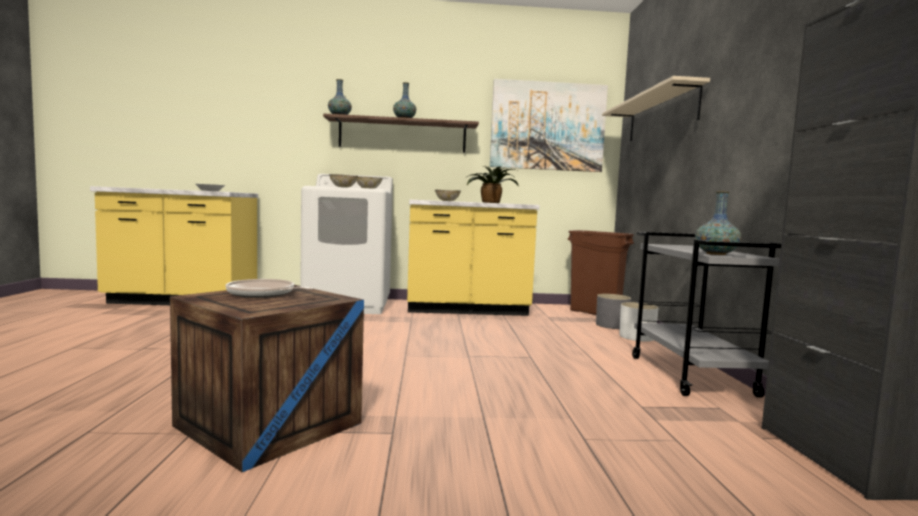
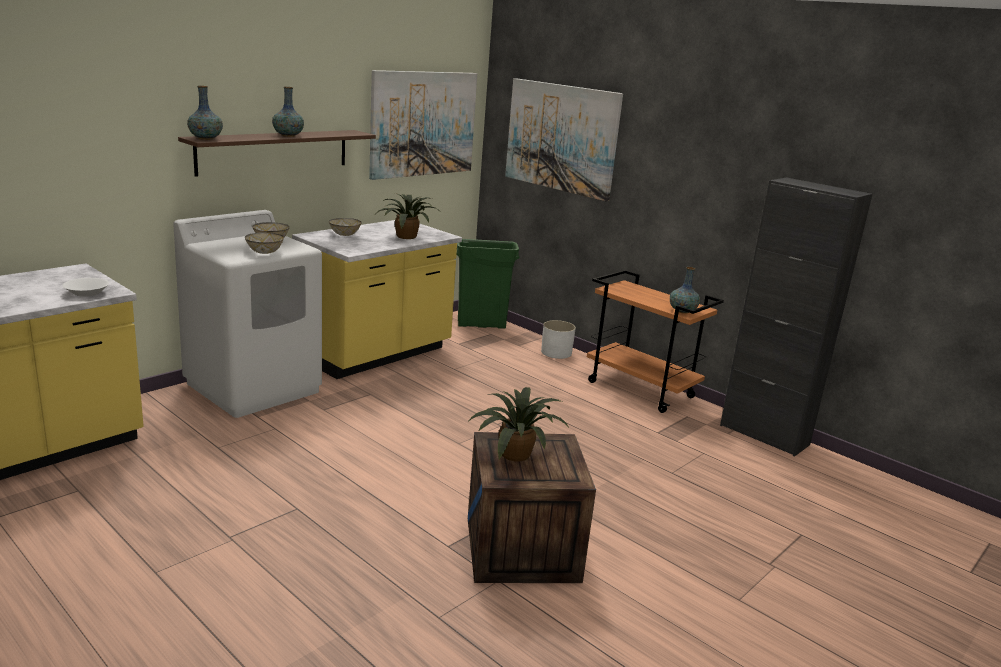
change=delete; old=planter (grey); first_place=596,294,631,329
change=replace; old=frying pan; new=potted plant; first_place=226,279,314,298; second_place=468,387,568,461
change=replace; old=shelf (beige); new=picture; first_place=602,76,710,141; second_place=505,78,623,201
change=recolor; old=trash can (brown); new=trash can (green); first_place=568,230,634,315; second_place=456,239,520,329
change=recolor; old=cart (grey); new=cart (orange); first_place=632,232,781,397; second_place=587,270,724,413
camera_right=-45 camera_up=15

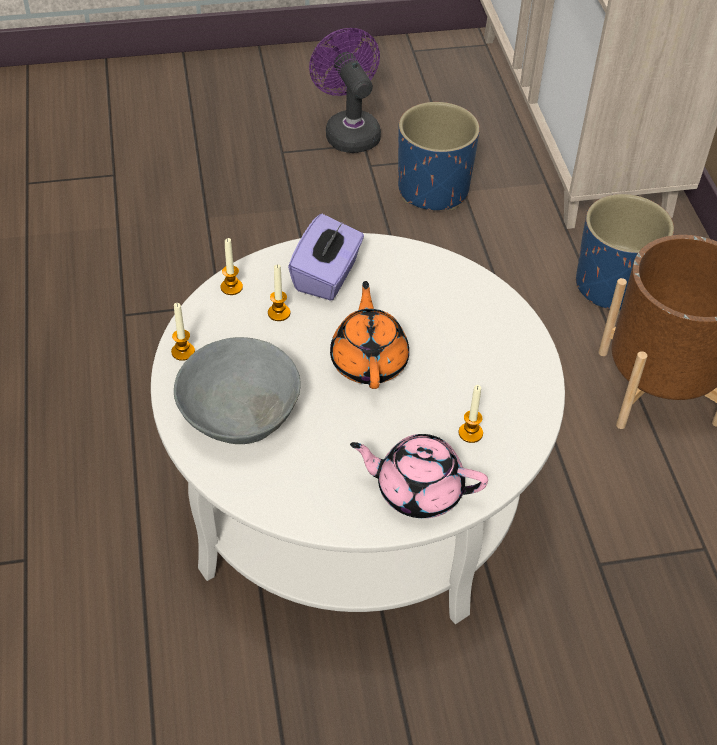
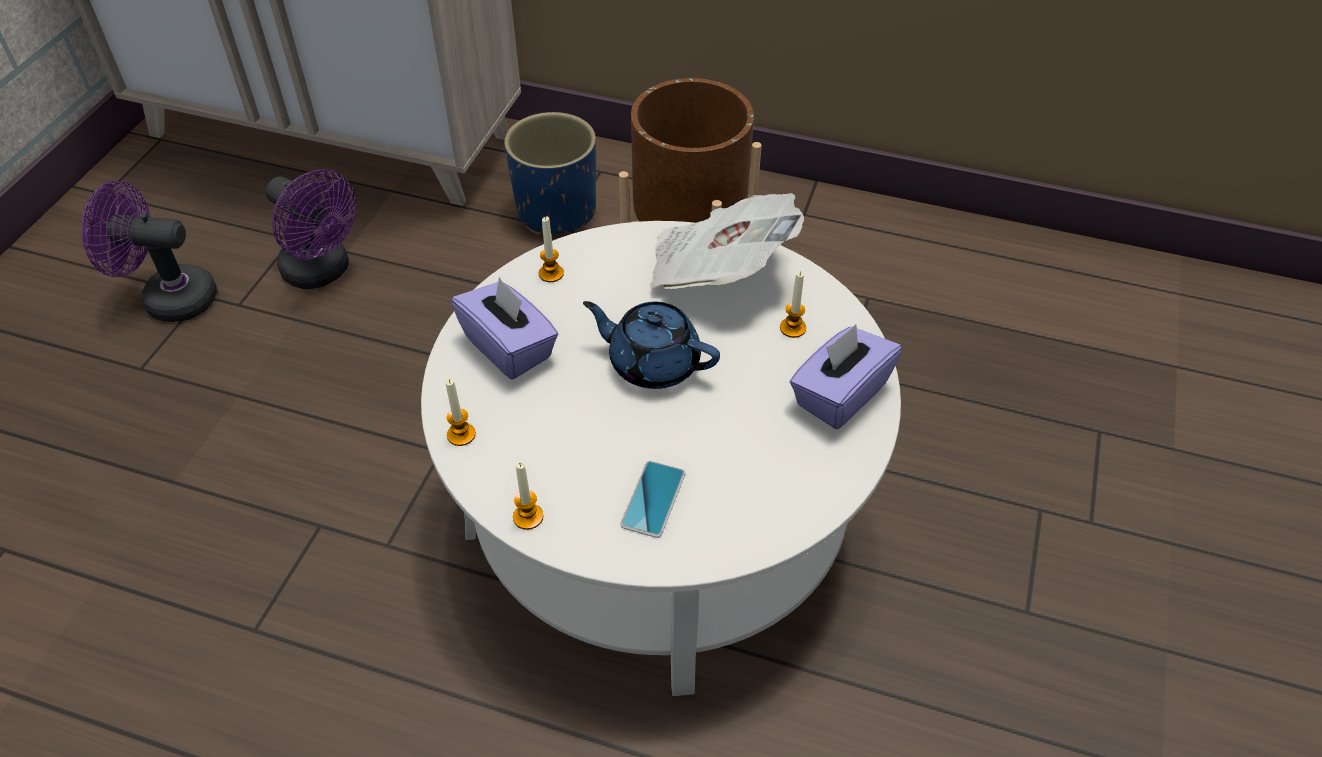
change=insert; new=newspaper; second_place=650,193,804,289
change=move; old=candle; first_place=268,265,290,321; second_place=539,217,564,282
change=replace; old=bowl (grey); new=phone; first_place=174,337,301,444; second_place=620,461,685,538
change=replace; old=teapot (pink); new=tissue box (purple); first_place=350,434,488,518; second_place=790,324,902,429
change=replace; old=planter (blue); new=fan (purple); first_place=398,102,480,210; second_place=266,170,357,289
change=recolor; old=teapot (orange); new=teapot (blue); first_place=330,281,409,389; second_place=583,301,720,389
camera_right=-60 camera_up=0

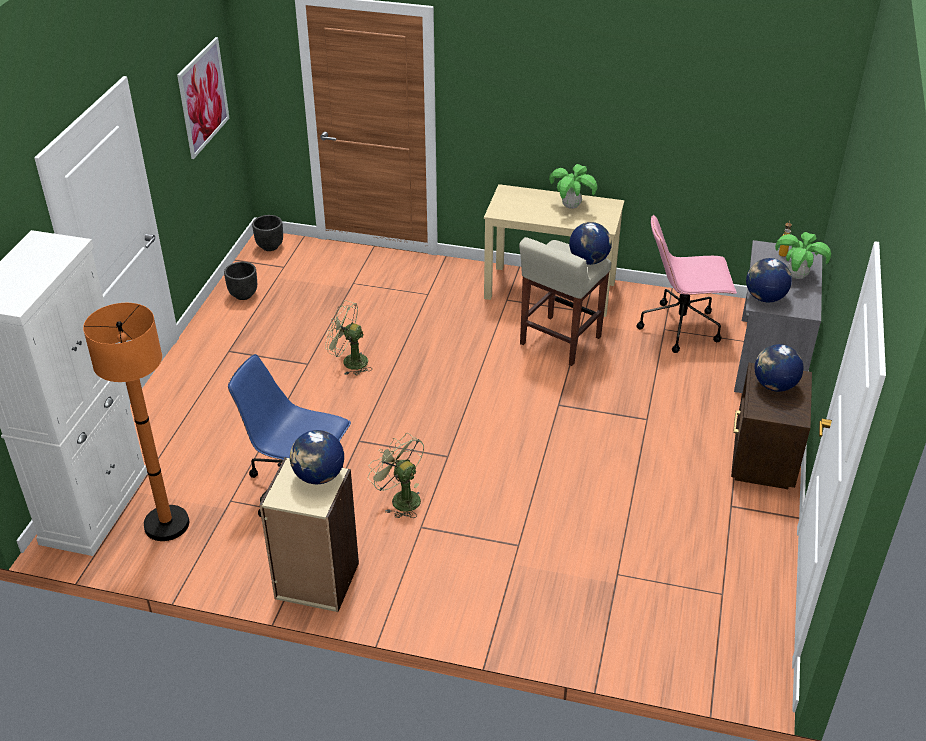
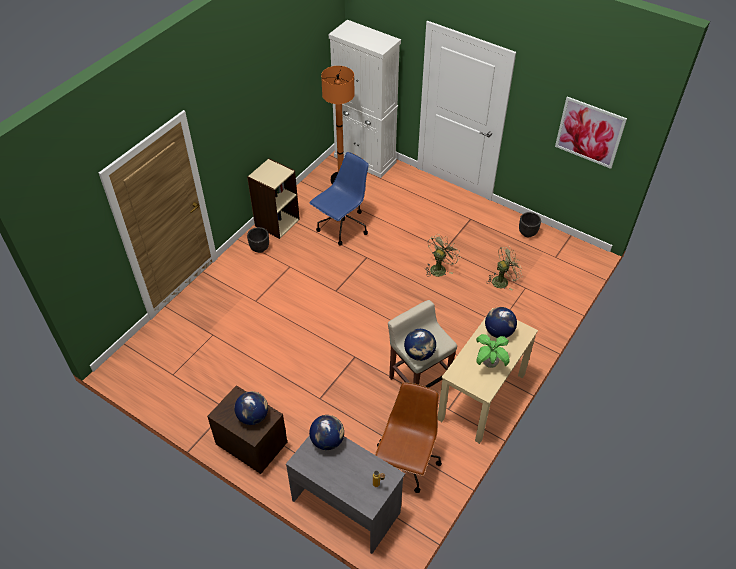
change=delete; old=potted plant; first_place=775,232,831,279
change=move; old=planter (black); first_place=252,215,283,251; second_place=247,227,269,253
change=move; old=globe; first_place=290,430,344,484; second_place=485,307,517,338
change=move; old=fan (green); first_place=368,433,424,518; second_place=486,247,522,291
change=recolor; old=office chair (pink); new=office chair (brown); first_place=637,215,737,353; second_place=375,382,442,493
camera_right=110 camera_up=10

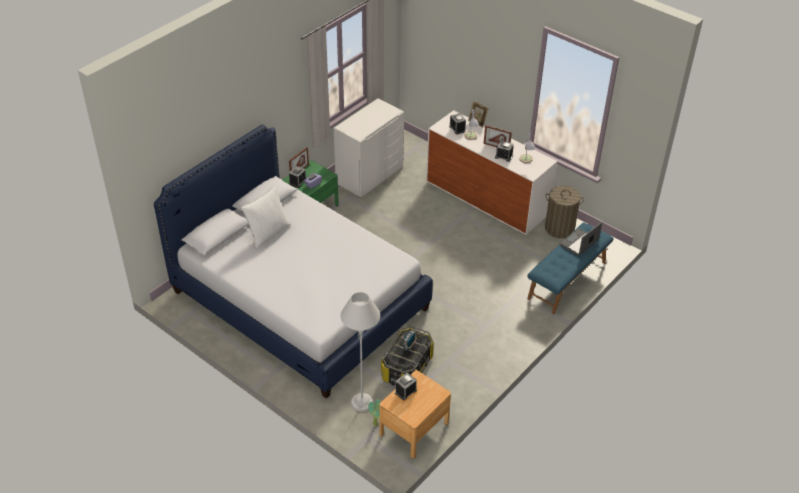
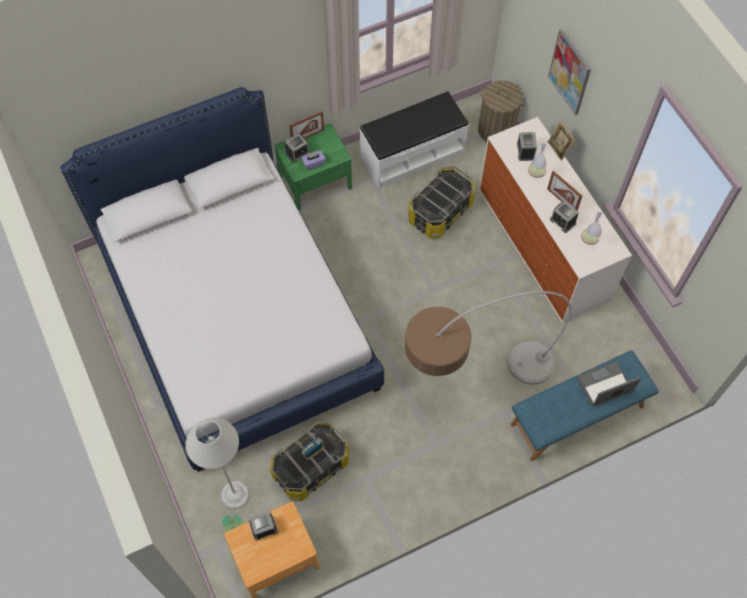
change=delete; old=pillow (white); first_place=241,185,291,249
change=insert; new=floor lamp; second_place=405,291,571,385
change=insert; new=storage box; second_place=408,166,475,239
change=insert; new=picture; second_place=548,29,591,115
change=move; old=laundry basket; first_place=545,186,584,238; second_place=478,80,524,142
change=replace; old=dresser (white); new=bench (white); first_place=334,99,404,198; second_place=360,91,469,189
camera_right=25 camera_up=20

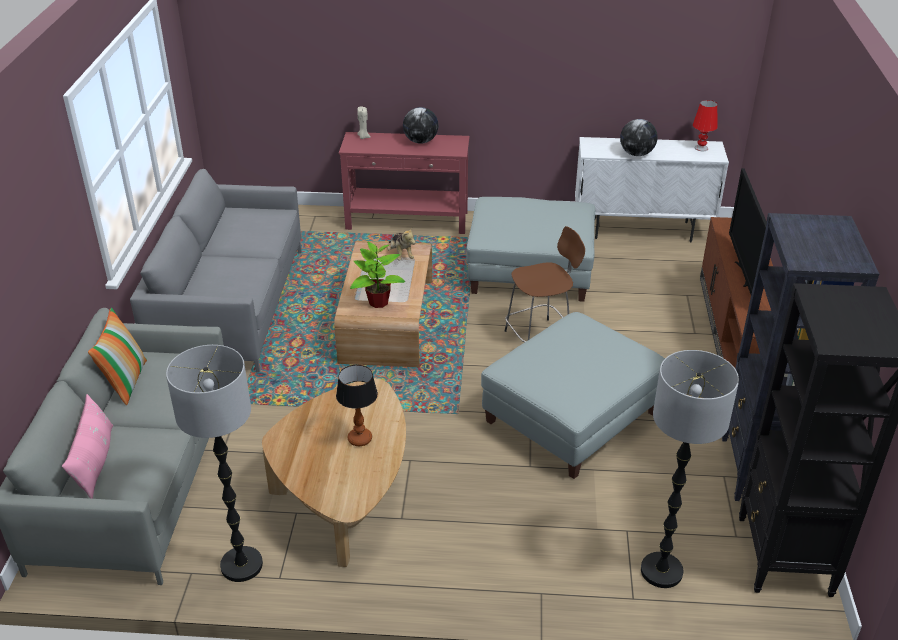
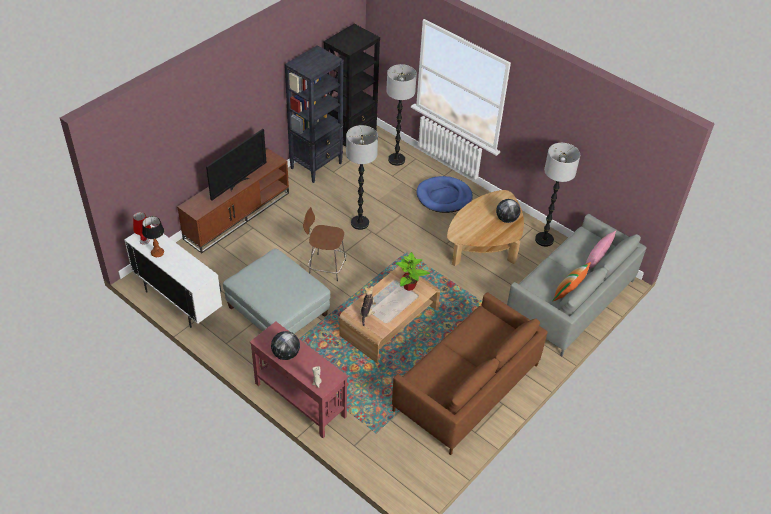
change=insert; new=dog bed (blue); second_place=416,176,473,213
change=move; old=table lamp; first_place=336,365,378,446; second_place=142,216,164,257
change=move; old=globe; first_place=620,119,657,156; second_place=496,199,520,223
change=replace; old=ottoman (grey); new=floor lamp; first_place=481,312,665,479; second_place=346,125,378,230
change=recolor; old=sofa (grey); new=sofa (brown); first_place=130,169,301,373; second_place=392,293,548,455
camera_right=-145 camera_up=10

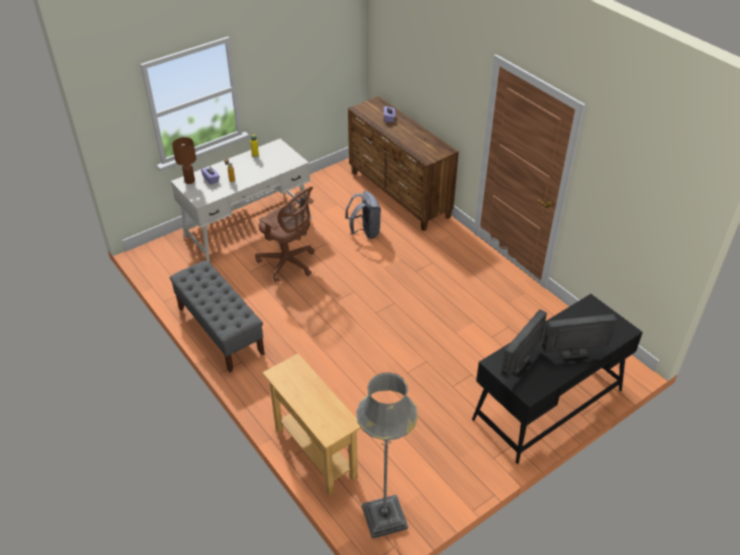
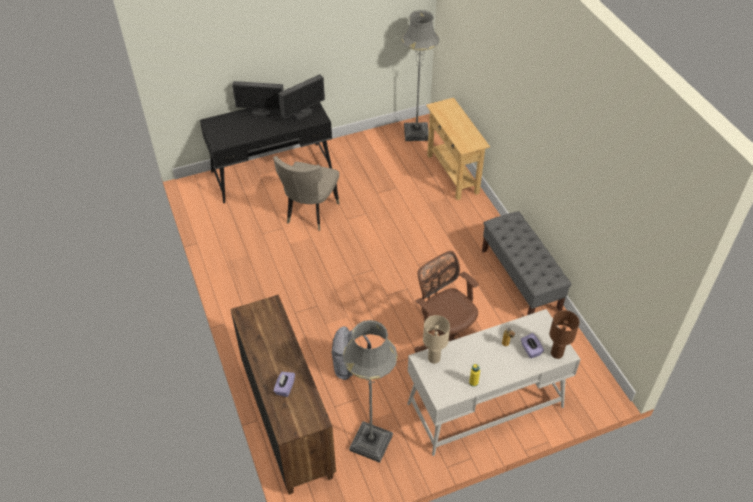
change=insert; new=chair (beige); second_place=273,156,340,231
change=insert; new=floor lamp (grey); second_place=343,320,398,463
change=insert; new=table lamp (beige); second_place=423,315,450,364
camera_right=-165 camera_up=5

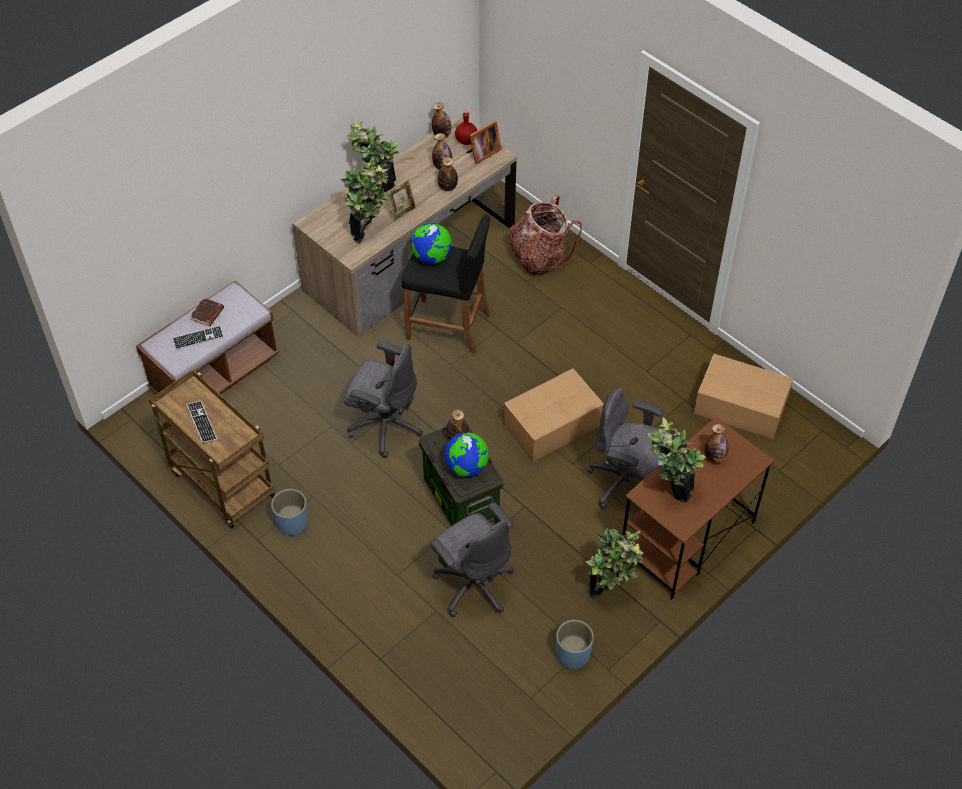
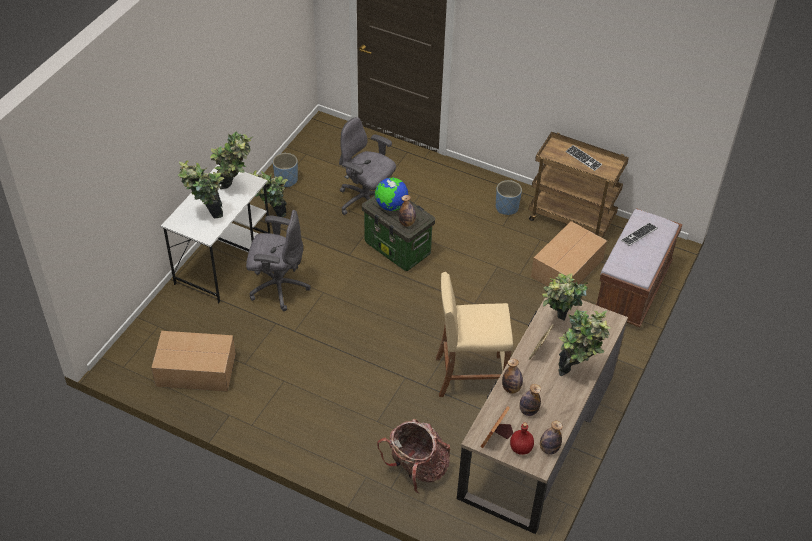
change=delete; old=book (brown); first_place=190,298,224,326
change=delete; old=office chair (grey); first_place=344,341,423,458
change=delete; old=globe; first_place=411,223,452,264
change=move; old=cardboard box; first_place=504,368,604,461; second_place=531,221,607,286
change=replace; old=bottle; new=potted plant; first_place=705,424,729,463; second_place=178,160,224,218
change=recolor; old=stool (black); new=stool (beige); first_place=402,214,490,354; second_place=436,272,513,397
change=recolor; old=desk (brown); new=desk (white); first_place=622,417,775,600; second_place=161,165,270,303
camera_right=160 camera_up=-5

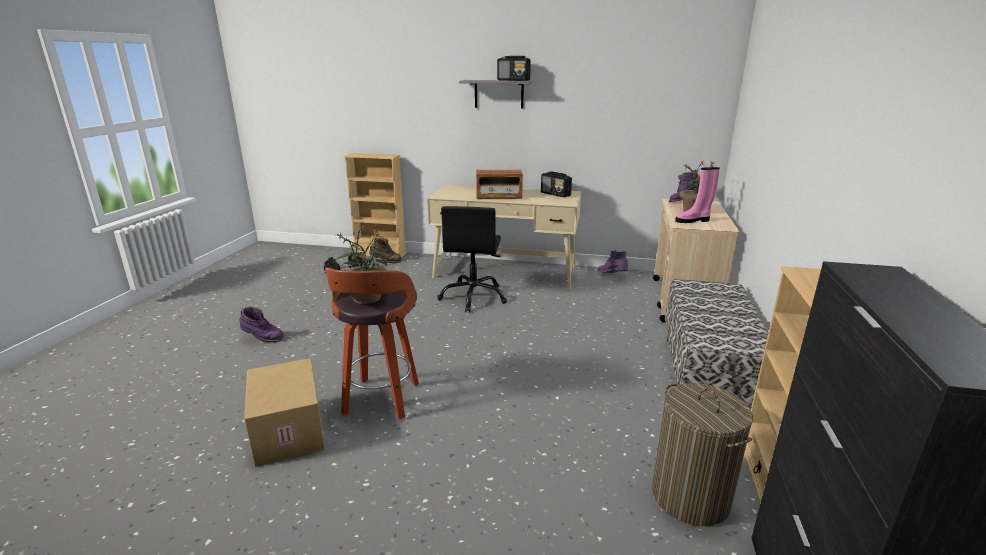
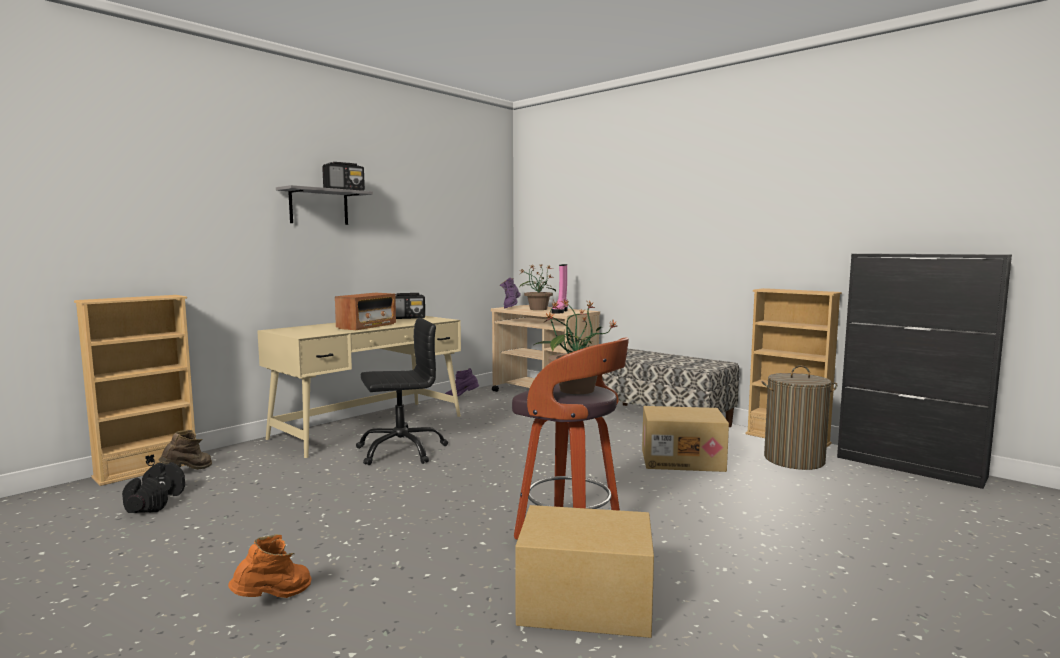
change=insert; new=cardboard box; second_place=642,406,729,472
change=recolor; old=boot (purple); new=boot (orange); first_place=240,306,284,342; second_place=228,534,311,598
change=rotate; old=office chair (black); first_place=437,206,508,312; second_place=356,318,448,465; degrees=-60
camera_right=-60 camera_up=-15

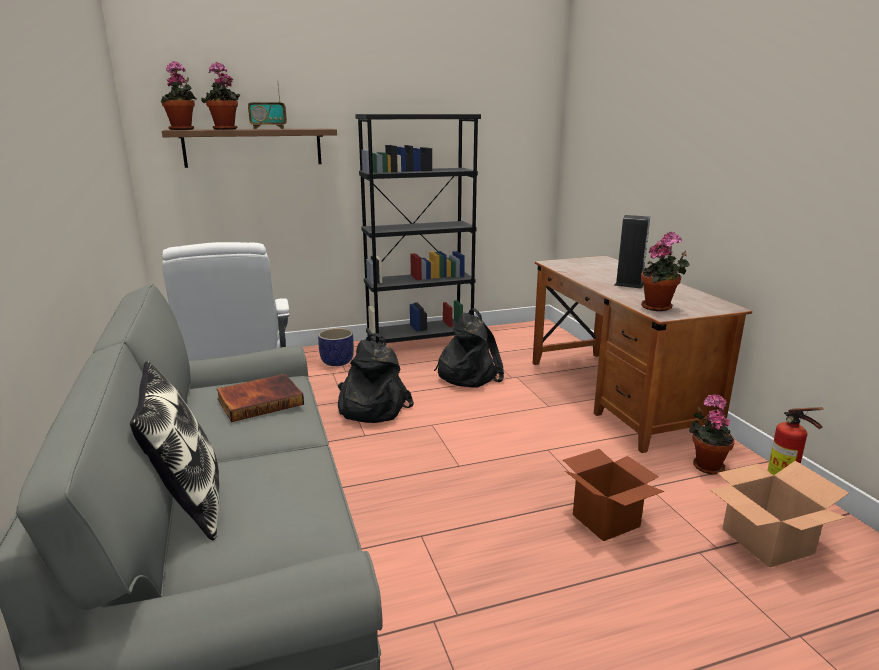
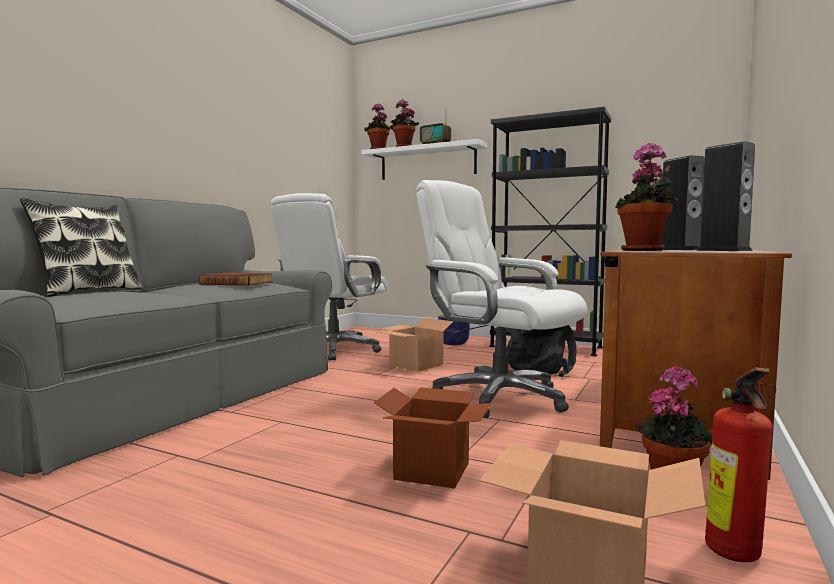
change=insert; new=office chair (white); second_place=416,180,587,418
change=insert; new=speaker; second_place=697,141,755,251
change=replace; old=backpack (black); new=cardboard box; first_place=338,333,414,423; second_place=377,318,454,372
change=recolor; old=shelf (brown); new=shelf (white); first_place=162,129,337,168; second_place=361,139,487,180
camera_right=45 camera_up=-15

